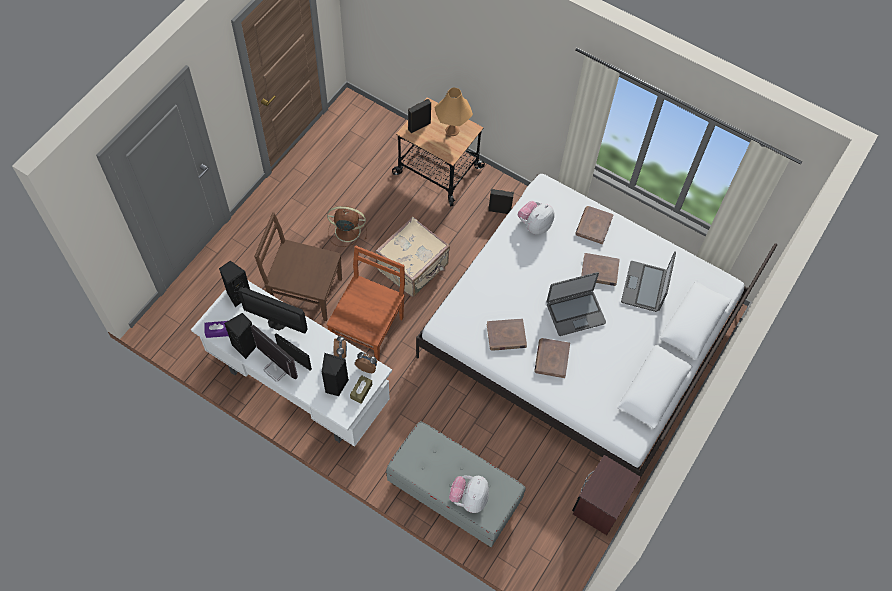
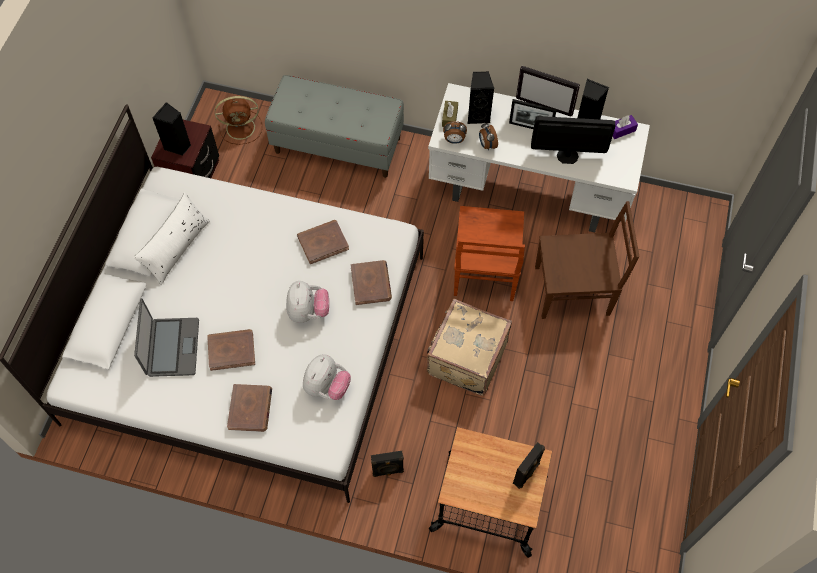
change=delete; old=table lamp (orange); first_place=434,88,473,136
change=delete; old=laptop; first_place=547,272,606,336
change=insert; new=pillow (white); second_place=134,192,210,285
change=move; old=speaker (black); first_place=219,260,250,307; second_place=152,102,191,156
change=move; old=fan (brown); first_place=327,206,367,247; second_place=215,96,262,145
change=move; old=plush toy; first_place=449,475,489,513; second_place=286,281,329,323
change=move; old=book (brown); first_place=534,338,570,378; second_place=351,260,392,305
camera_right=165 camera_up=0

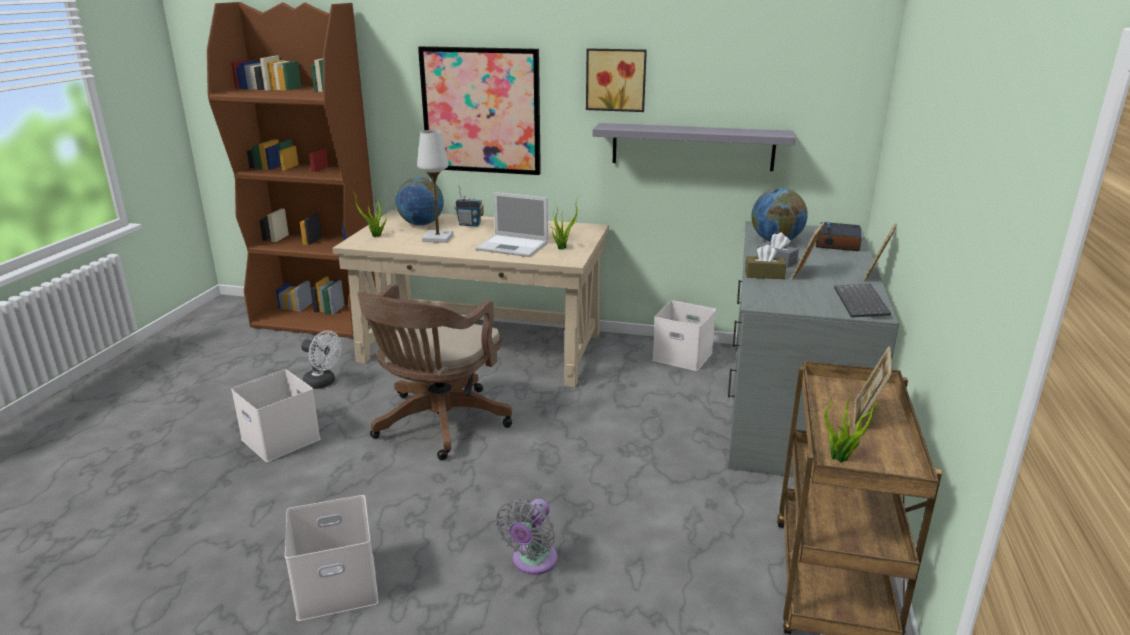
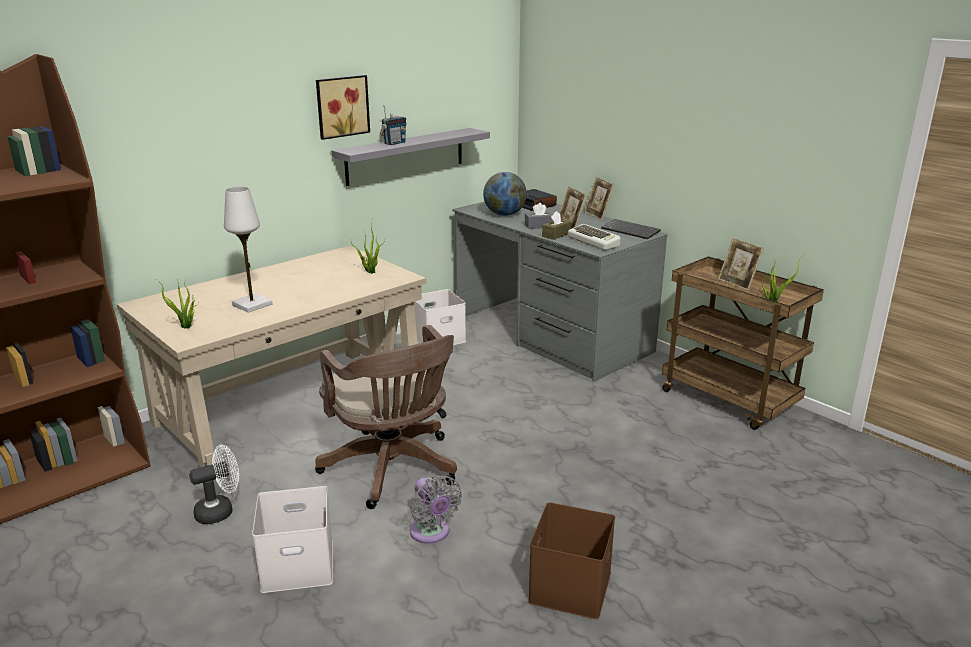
change=delete; old=globe; first_place=395,177,444,225
change=delete; old=picture; first_place=418,46,541,175
change=delete; old=laptop; first_place=475,192,548,257
change=insert; new=keyboard; second_place=568,224,621,250
change=move; old=radio; first_place=454,186,484,226; second_place=380,105,407,145
change=move; old=fan (grey); first_place=496,499,558,575; second_place=410,475,462,544
change=recolor; old=storage box (white); new=storage box (brown); first_place=285,495,378,621; second_place=528,502,615,619
camera_right=-55 camera_up=0

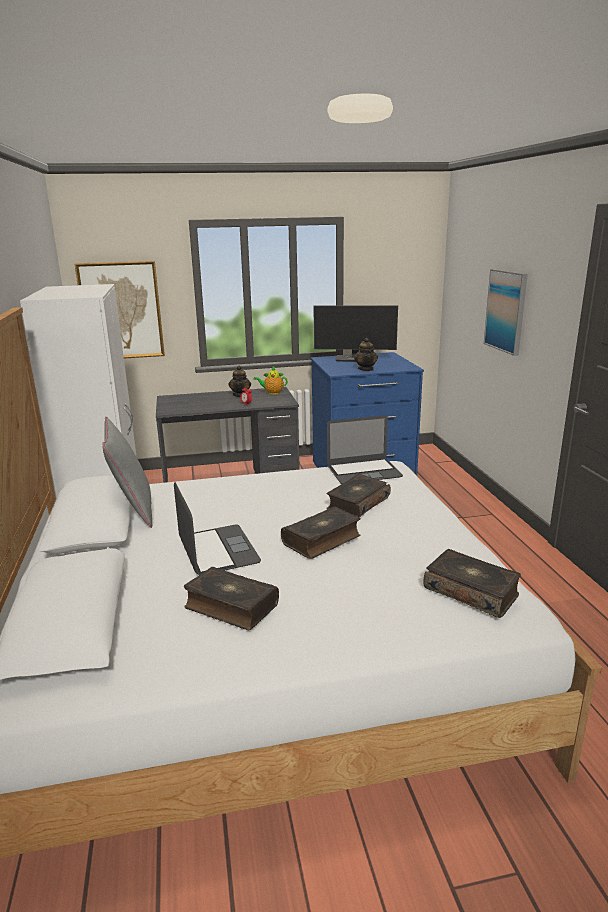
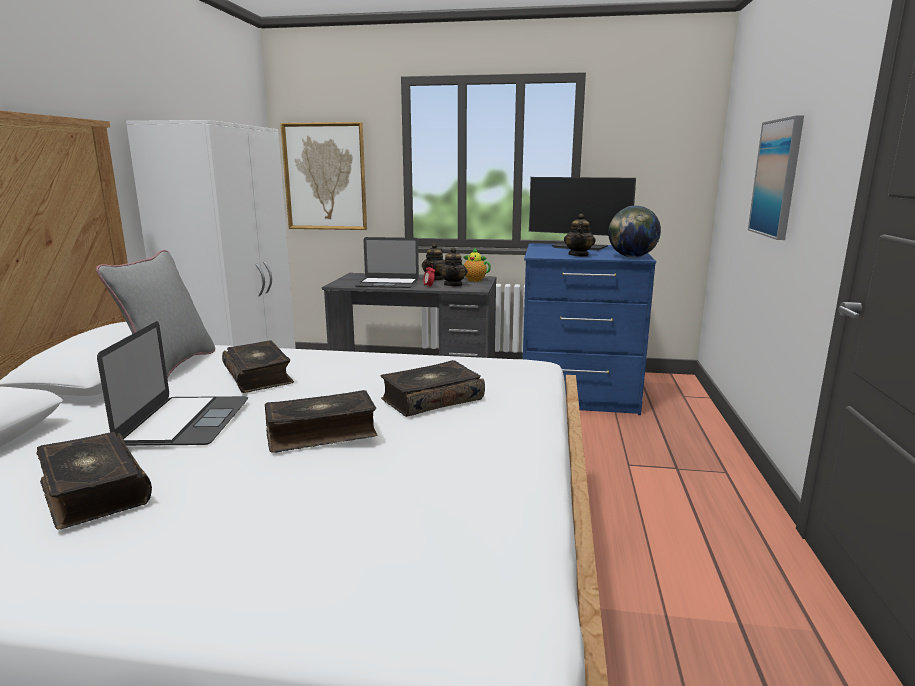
change=insert; new=teapot; second_place=439,247,468,287
change=insert; new=globe; second_place=608,206,661,258
change=move; old=laptop; first_place=327,415,403,484; second_place=355,237,419,288
change=move; old=book; first_place=424,549,521,618; second_place=222,340,294,393
camera_right=20 camera_up=-5

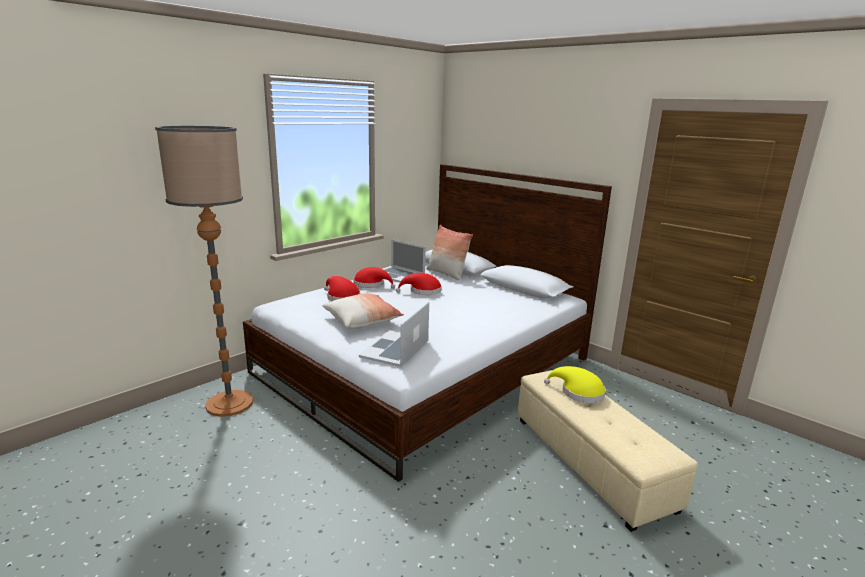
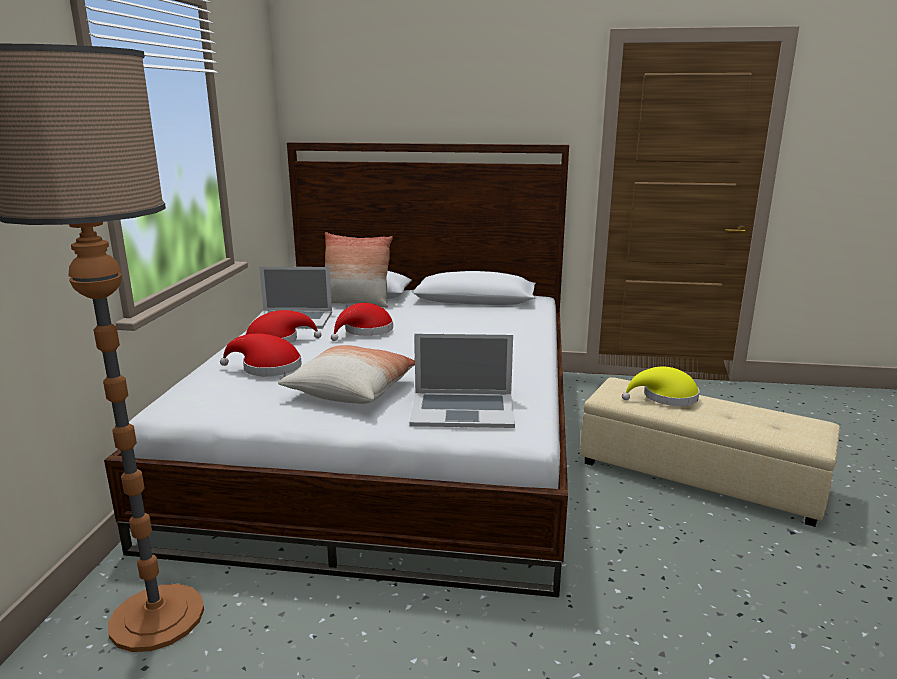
change=rotate; old=laptop; first_place=359,302,429,367; second_place=409,334,515,428; degrees=-75
camera_right=-35 camera_up=0

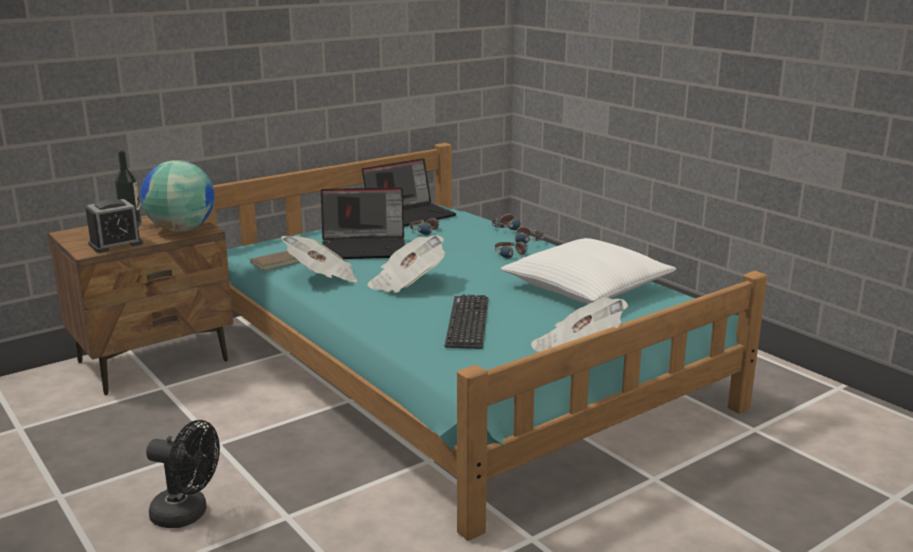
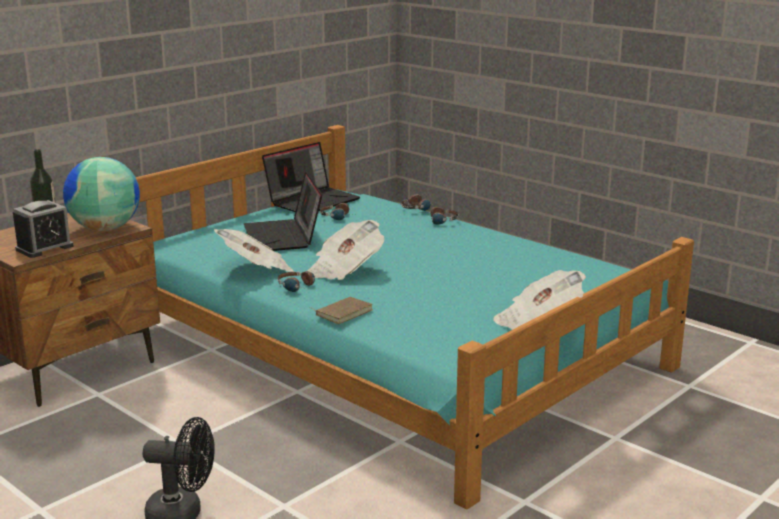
change=delete; old=keyboard; first_place=444,294,488,349
change=delete; old=pillow (white); first_place=501,238,676,303
change=move; old=book (brown); first_place=248,251,300,271; second_place=310,297,373,324
change=move; old=headphones; first_place=494,242,527,259; second_place=278,271,315,292
change=rotate; old=laptop; first_place=321,187,405,259; second_place=244,171,322,251; degrees=90
camera_right=-10 camera_up=0

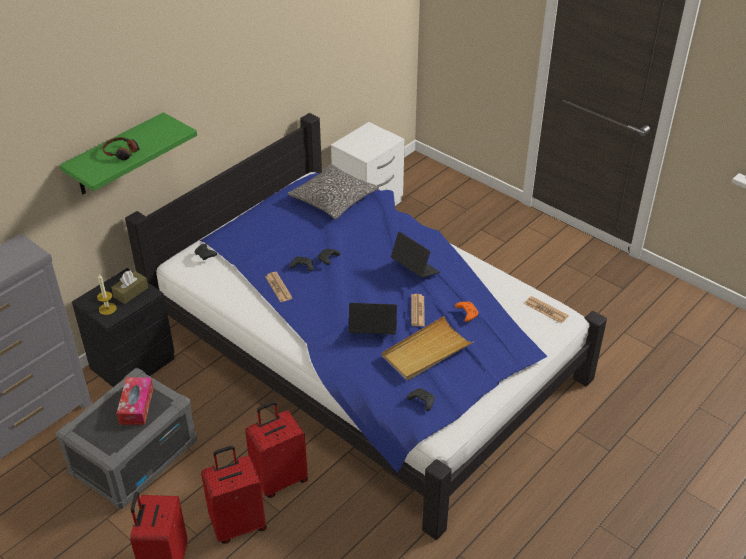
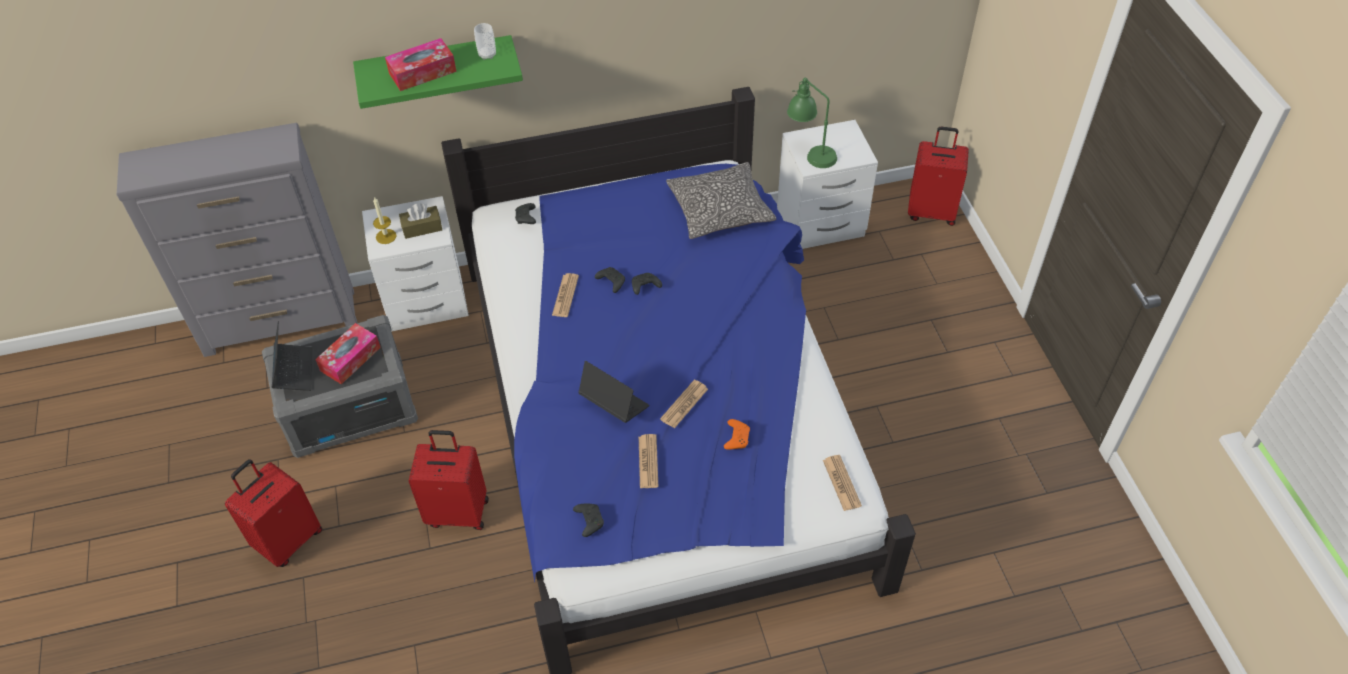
change=insert; new=cup; second_place=474,23,496,60
change=insert; new=table lamp (green); second_place=787,78,837,168
change=move; old=suitcase (red); first_place=201,446,267,544; second_place=908,127,969,226
change=move; old=laptop; first_place=391,231,440,278; second_place=272,321,313,391
change=replace; old=headphones; new=tissue box; first_place=102,137,139,160; second_place=385,38,457,91
change=replace; old=tray (beige); new=newspaper; first_place=382,316,474,381; second_place=639,434,658,488
change=recolor; old=nightstand (black); new=nightstand (white); first_place=72,268,175,387; second_place=362,196,469,331
camera_right=35 camera_up=10

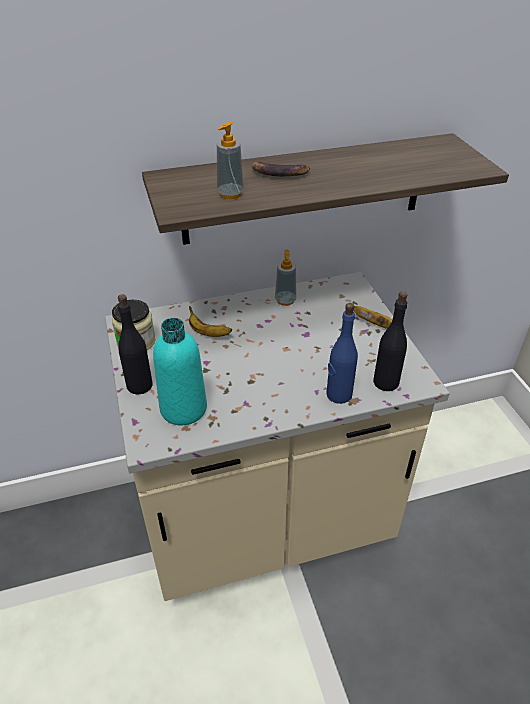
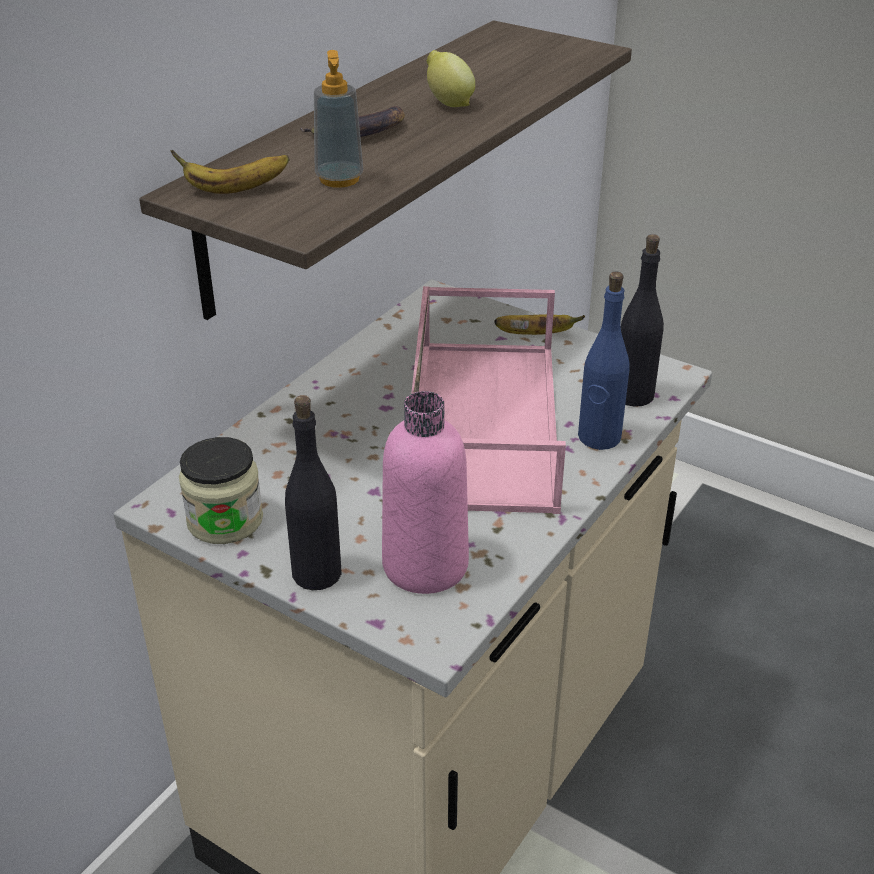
change=delete; old=soap dispenser; first_place=275,249,297,306
change=insert; new=tray (pink); second_place=411,286,566,514
change=insert; new=lemon; second_place=427,50,475,107
change=move; old=banana; first_place=189,306,232,337; second_place=171,150,289,194
change=recolor; old=bottle (turquoise); new=bottle (pink); first_place=153,318,207,425; second_place=382,391,469,594
camera_right=-40 camera_up=-5

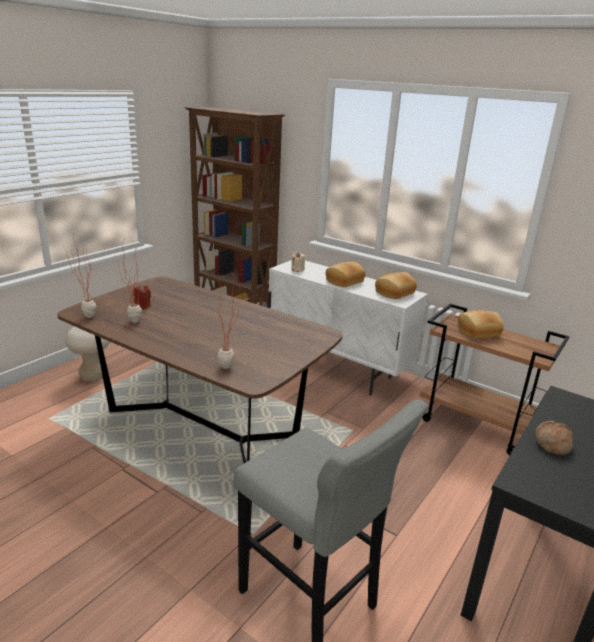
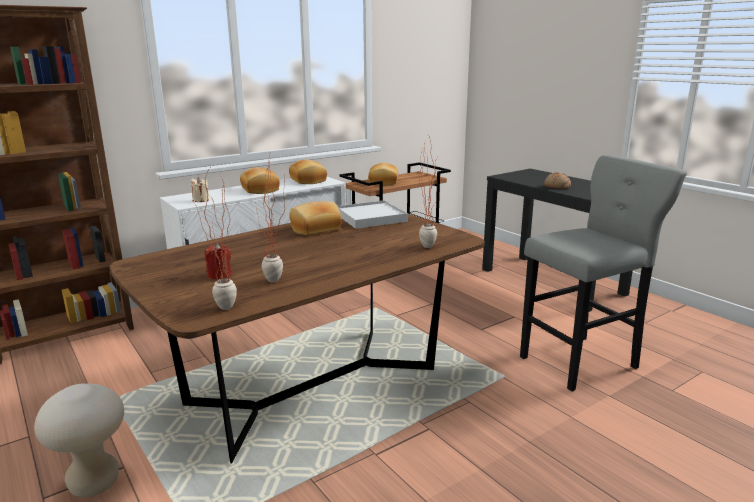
change=insert; new=bread; second_place=289,201,342,235
change=insert; new=tray (white); second_place=338,200,408,229
camera_right=-70 camera_up=-5

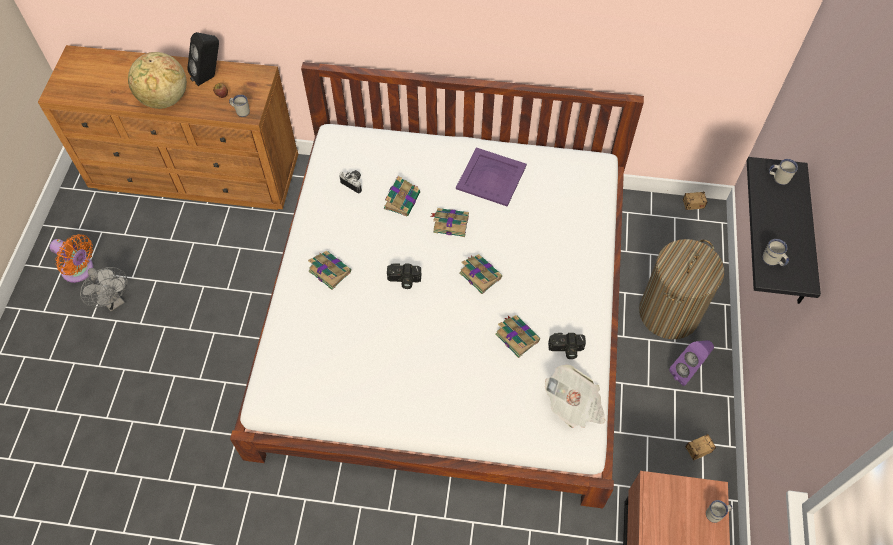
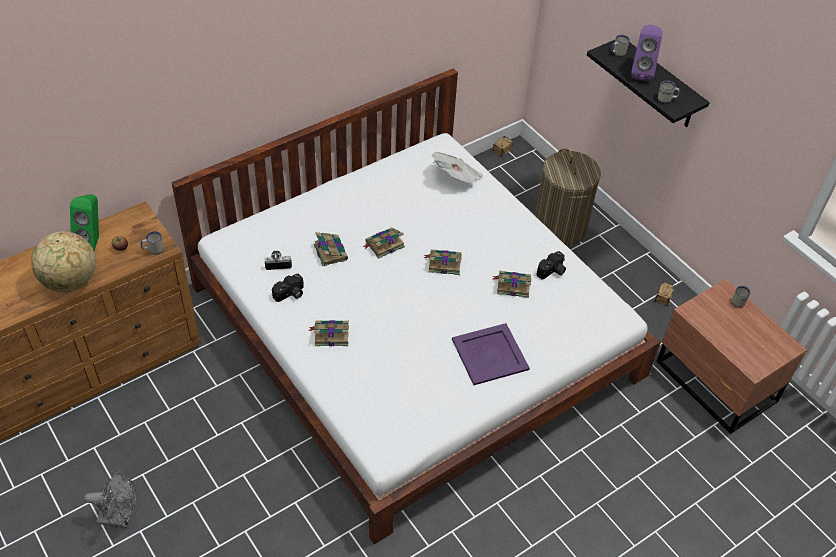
change=delete; old=fan (orange); first_place=50,234,93,283
change=move; old=photo camera; first_place=387,263,421,289; second_place=272,273,304,302
change=move; old=tray (purple); first_place=456,147,527,206; second_place=452,323,530,385
change=move; old=newspaper; first_place=545,365,605,428; second_place=432,152,483,184
change=move; old=speaker (purple); first_place=669,340,714,386; second_place=631,25,662,81
change=recolor; old=speaker (black); new=speaker (green); first_place=187,32,219,86; second_place=70,194,99,251
camera_right=-45 camera_up=-10

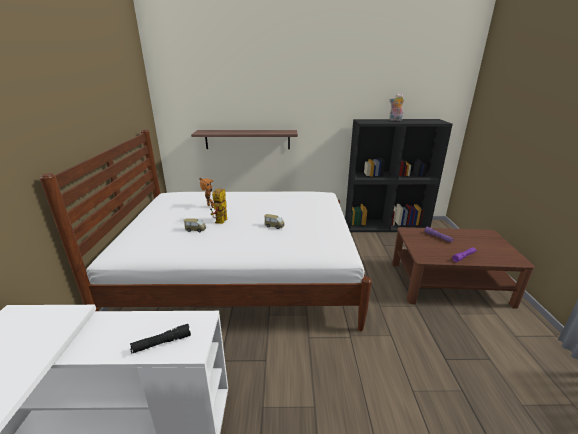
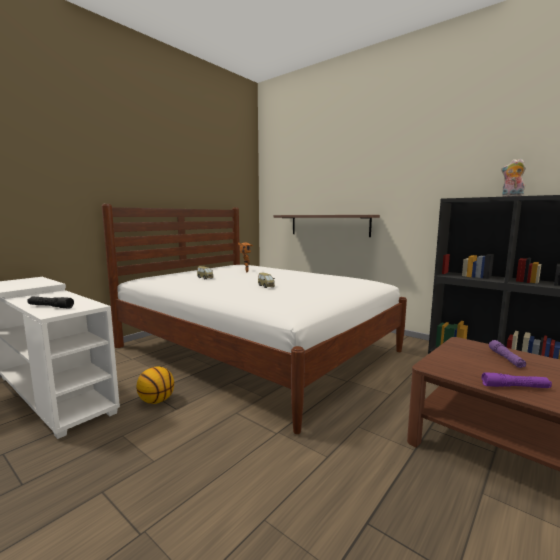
change=delete; old=toy robot; first_place=210,188,227,224
change=insert; new=basketball; second_place=137,366,174,404
camera_right=40 camera_up=-15

